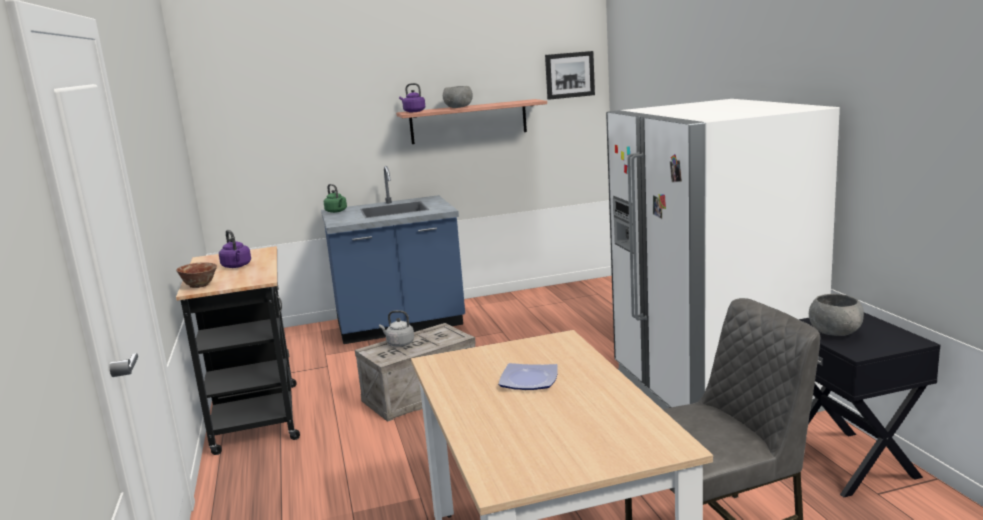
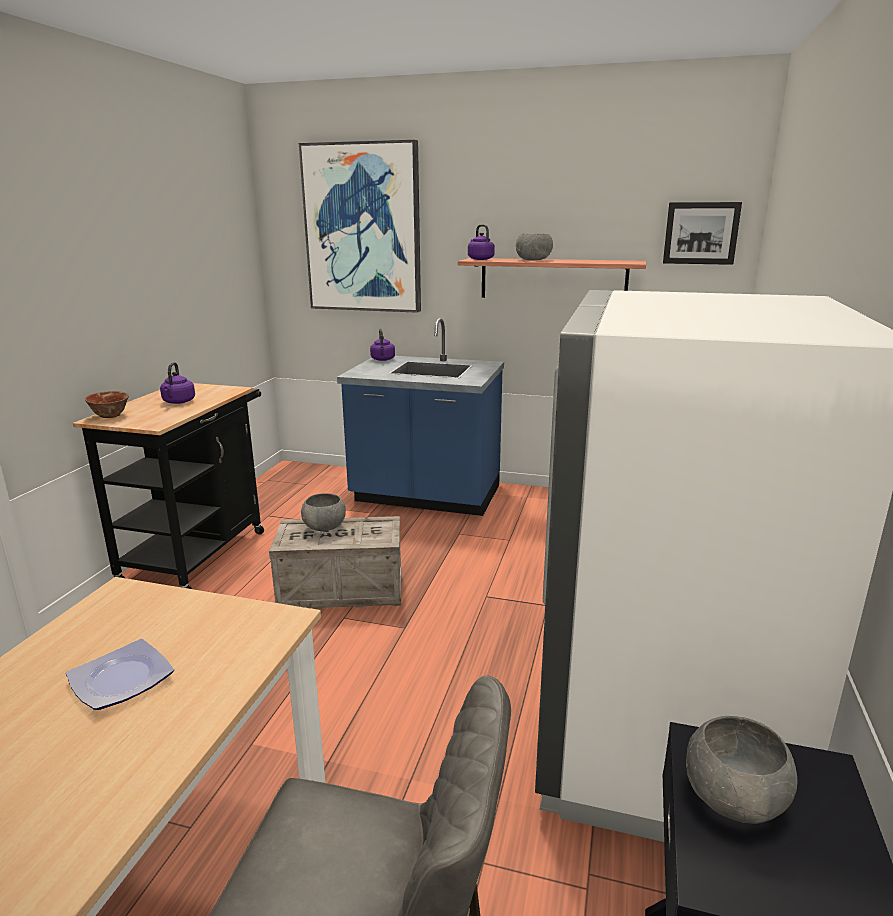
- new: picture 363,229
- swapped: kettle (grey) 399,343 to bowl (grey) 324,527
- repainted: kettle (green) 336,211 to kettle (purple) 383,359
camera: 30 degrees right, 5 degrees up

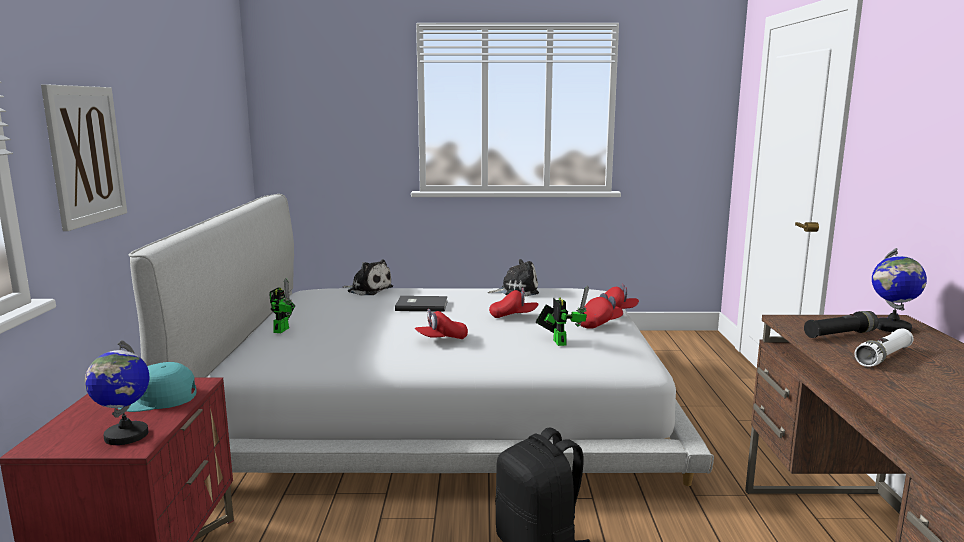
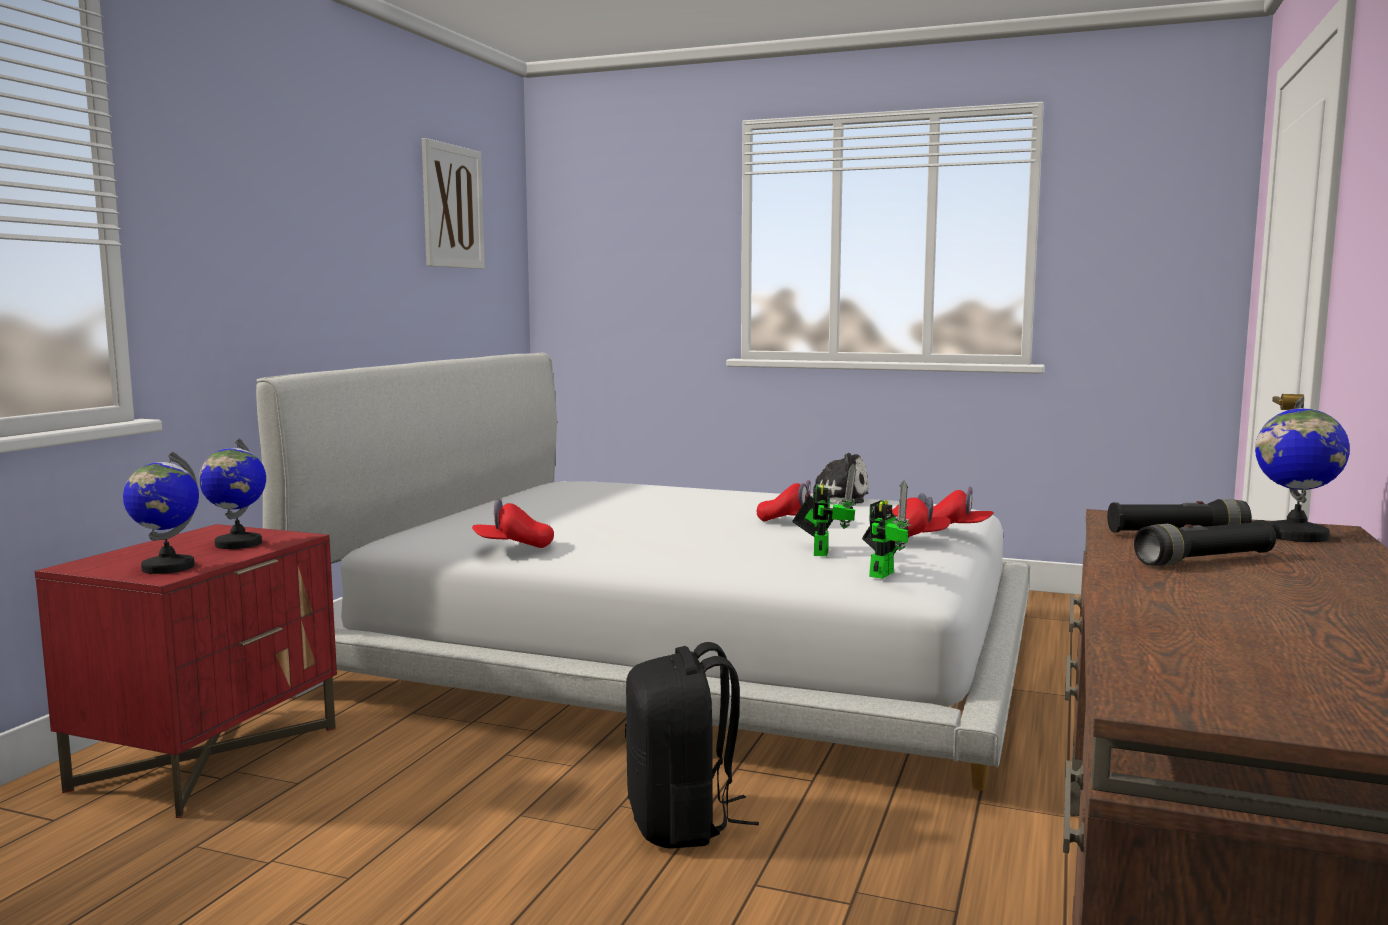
- gone: plush toy 368,290
- gone: book (grey) 421,305
- shifted: picture 86,155 to 452,206
- shifted: toy robot 282,329 to 883,573
- shifted: cap (red) 441,339 to 513,546
- swapped: cap (turquoise) 157,398 to globe 237,544
- repainted: flashlight (white) 883,357 to flashlight (black) 1204,560
camera: 20 degrees right, 5 degrees down

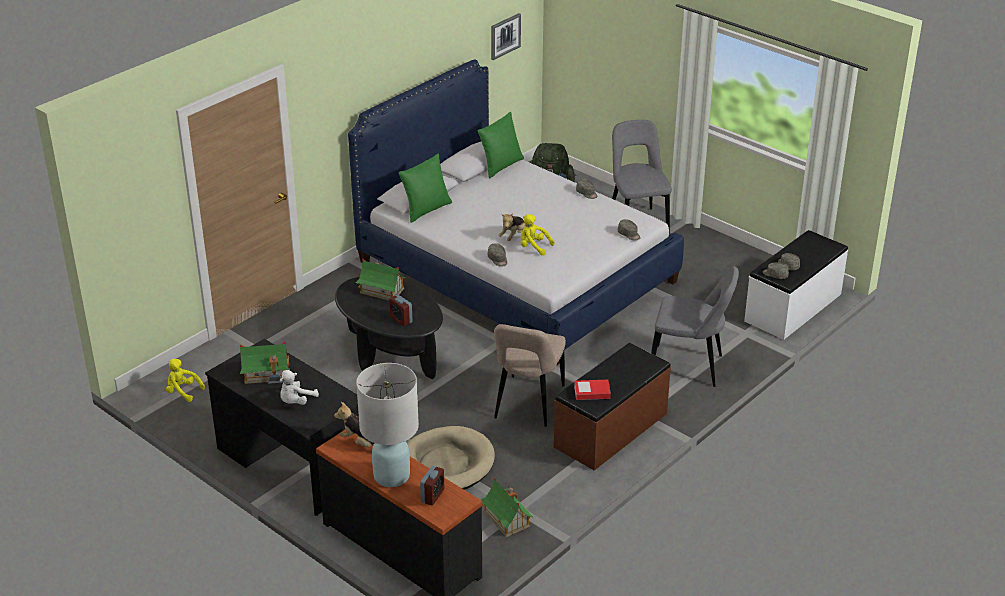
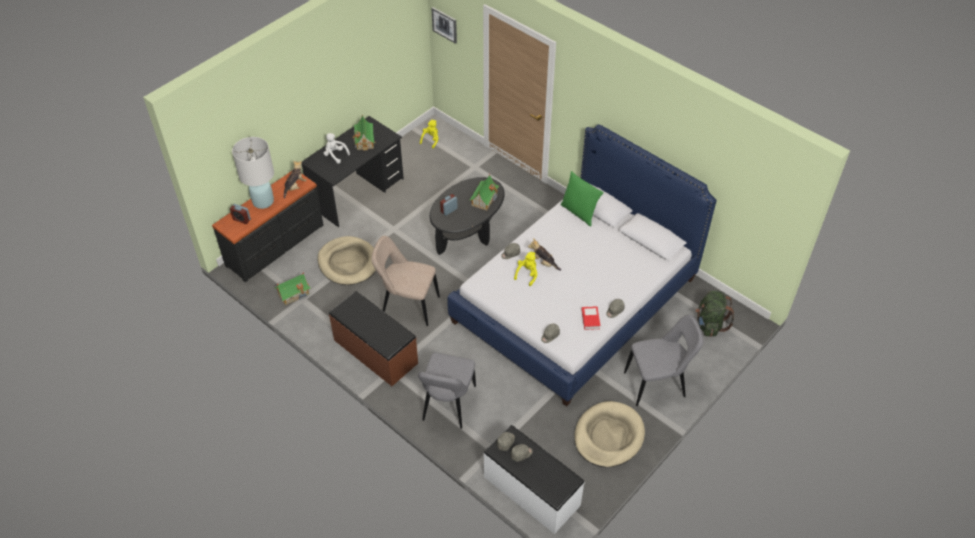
- gone: pillow (green) 501,166
- new: dog bed (beige) 608,436
- shifted: picture 505,36 to 445,24
- shifted: book 592,392 to 590,319
camera: 90 degrees right, 15 degrees up

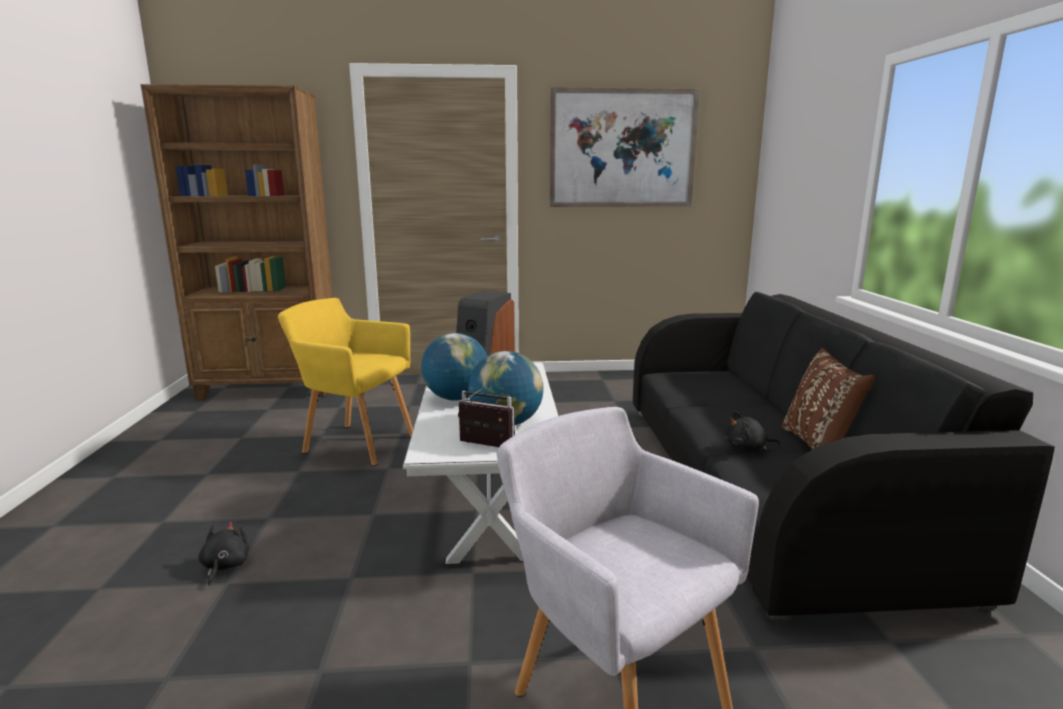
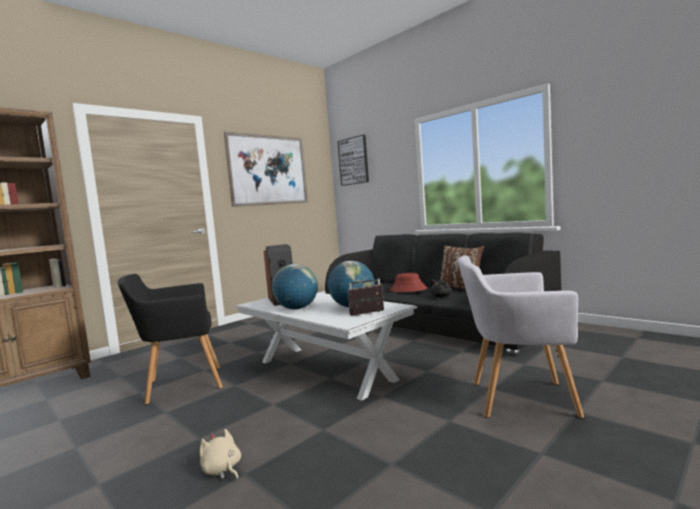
- new: picture 353,161
- new: hat (red) 408,290
- repainted: plush toy (black) 224,566 to plush toy (beige) 222,470
- repainted: armchair (yellow) 355,443 to armchair (black) 180,385
camera: 40 degrees left, 10 degrees down

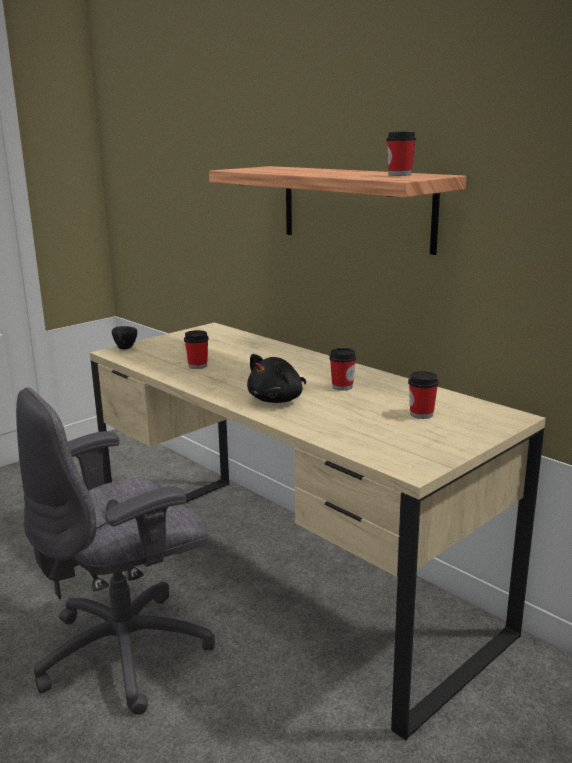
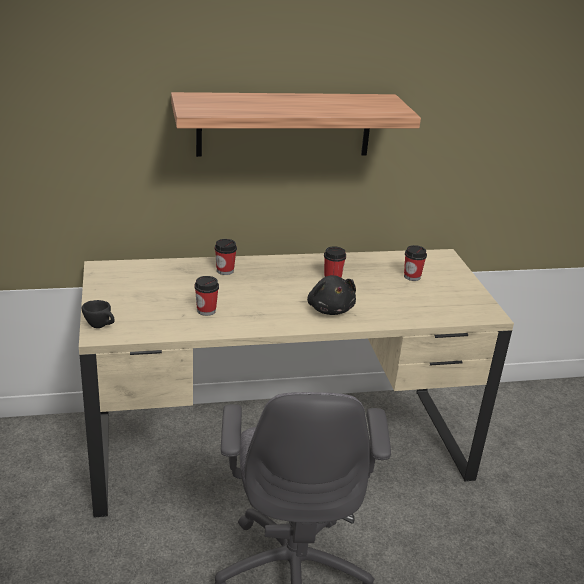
- shifted: cup 400,175 to 225,271
camera: 60 degrees left, 10 degrees up

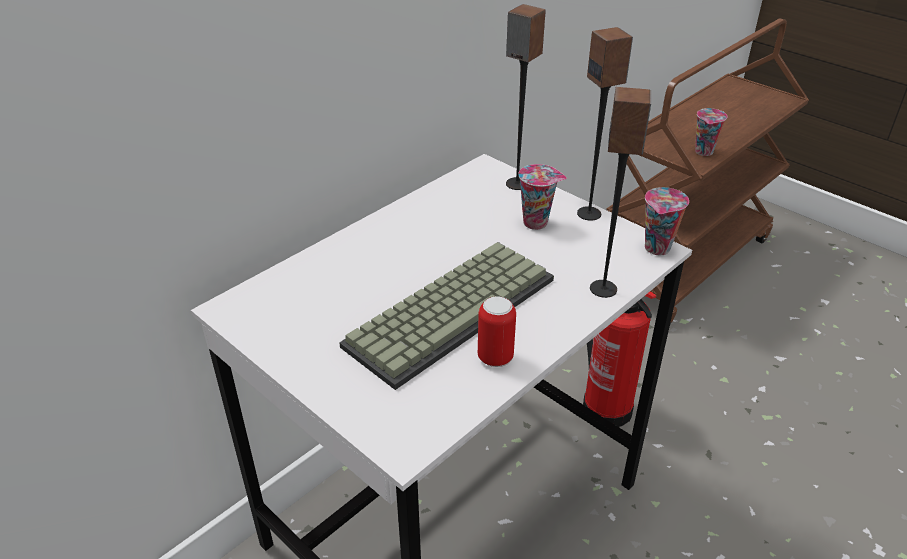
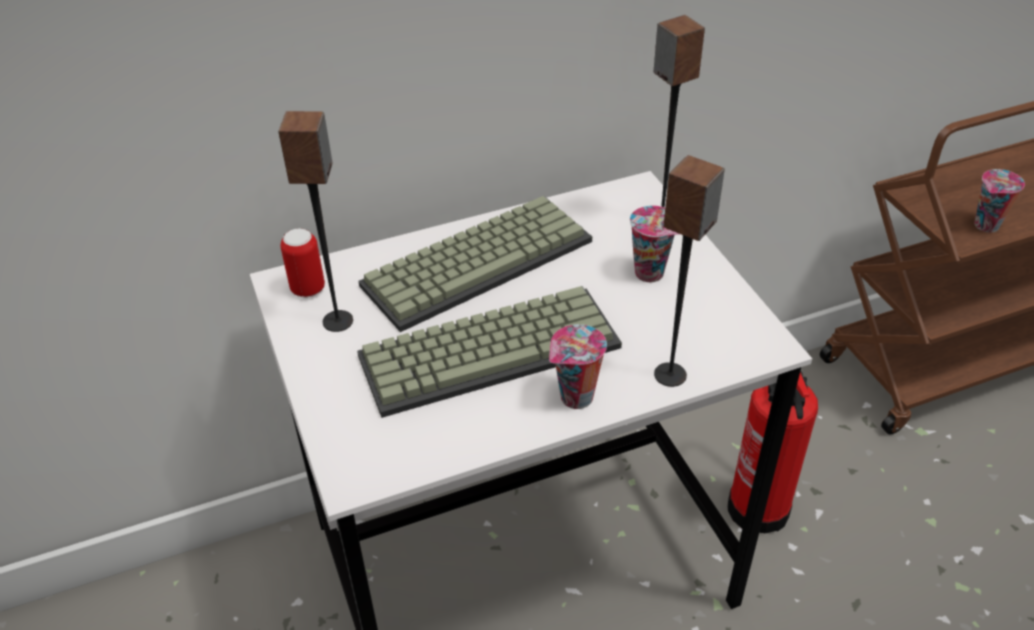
- new: keyboard 478,260
- shifted: can 495,357 to 308,289
- shifted: speaker 589,213 to 338,321
- shifted: cup 657,249 to 575,399
camera: 25 degrees right, 5 degrees up

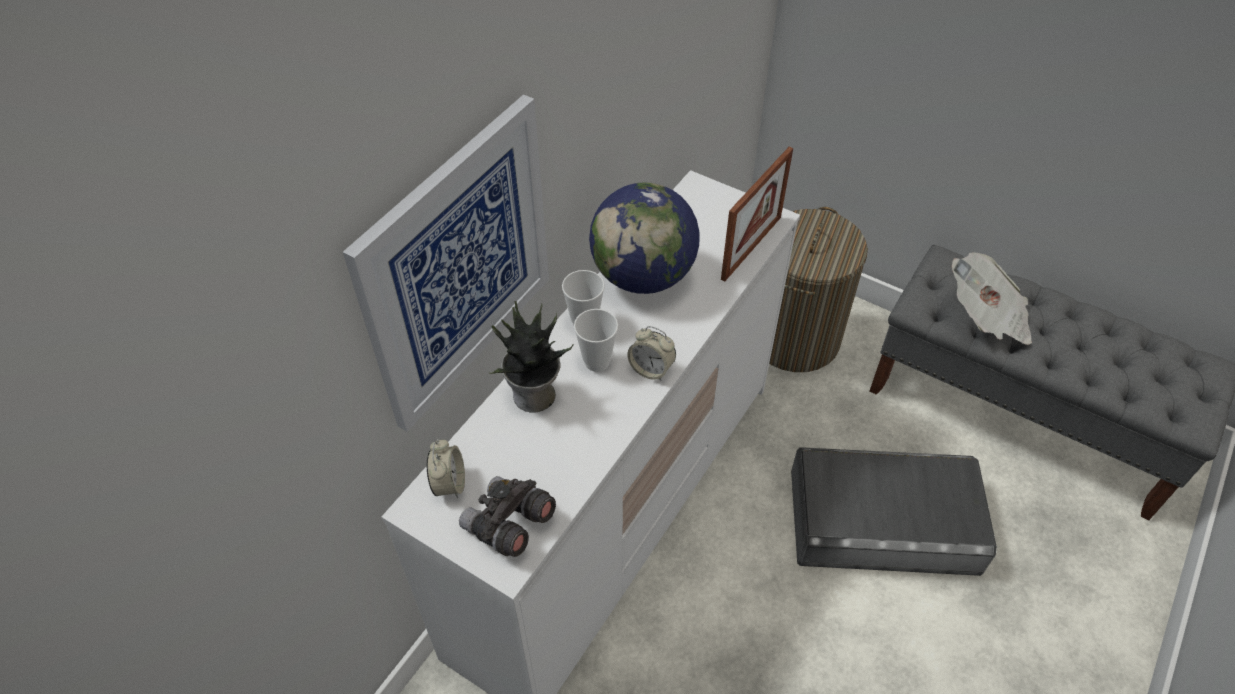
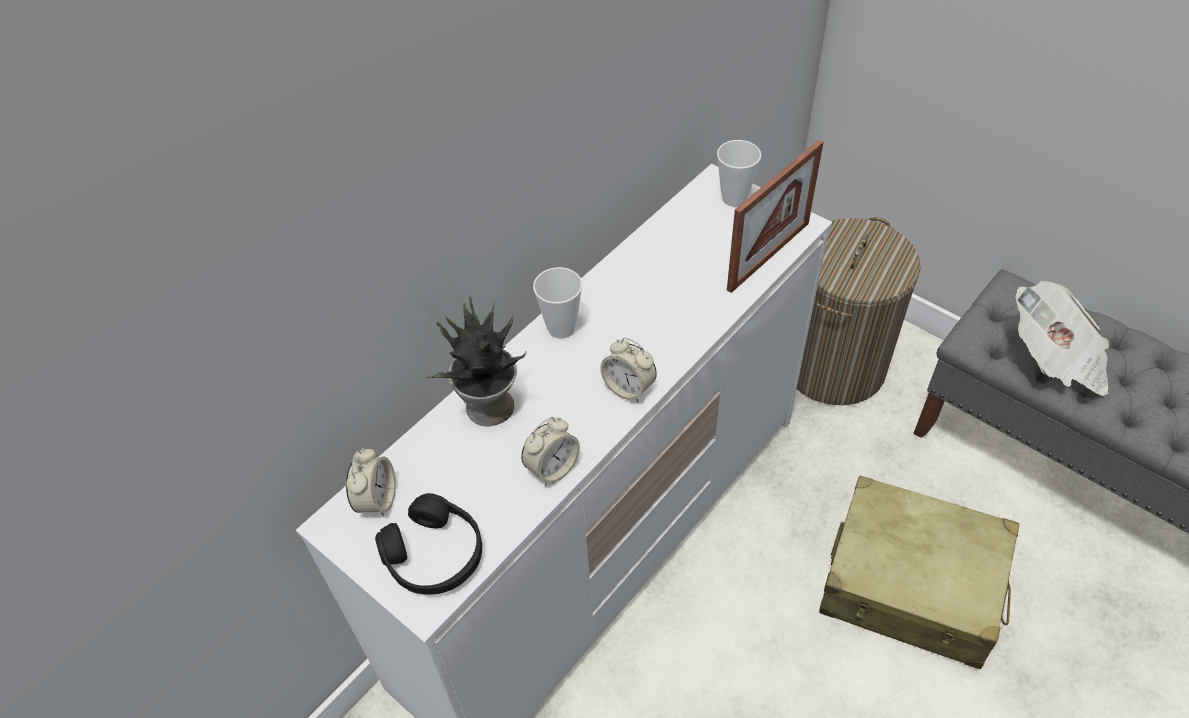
- gone: picture 458,265
- gone: globe 643,276
- new: alarm clock 552,468
- shifted: cup 597,362 to 734,198
- swapped: binoculars (grey) 509,525 to headphones (black) 434,554
- swapped: storage box (grey) 883,520 to suitcase (beige) 911,585
camera: 10 degrees right, 0 degrees up

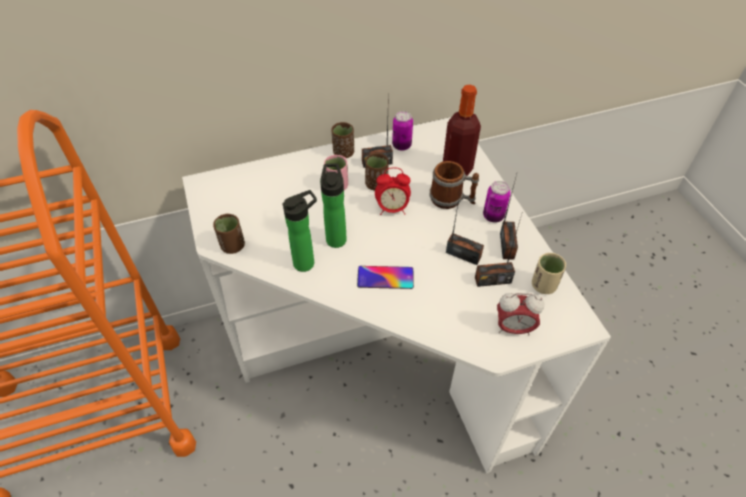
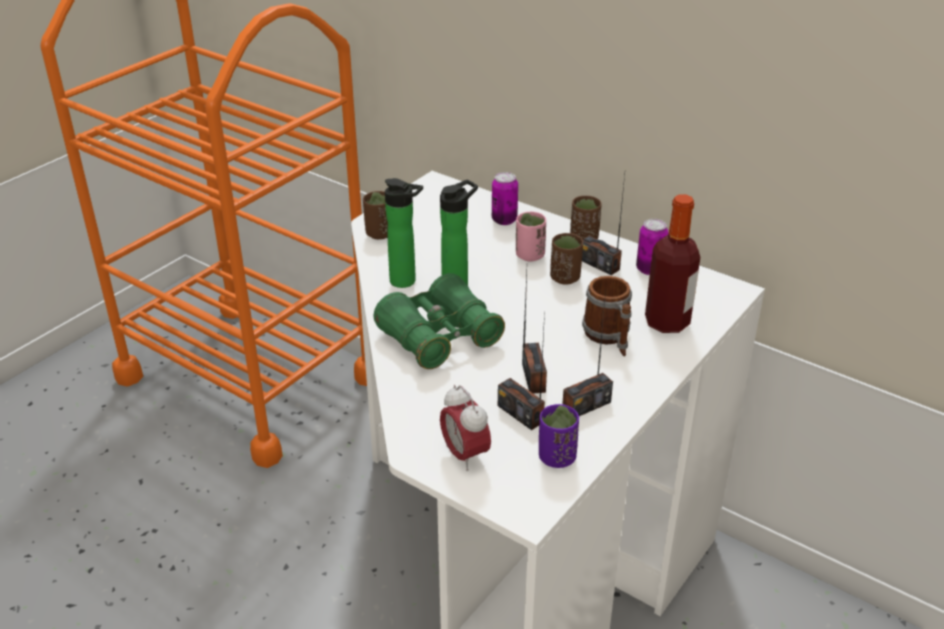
- gone: alarm clock 392,209
- shifted: can 493,216 to 504,220
- swapped: phone 385,277 to binoculars (green) 439,337
- repainted: cup (beige) 543,285 to cup (purple) 556,457
camera: 55 degrees right, 15 degrees down

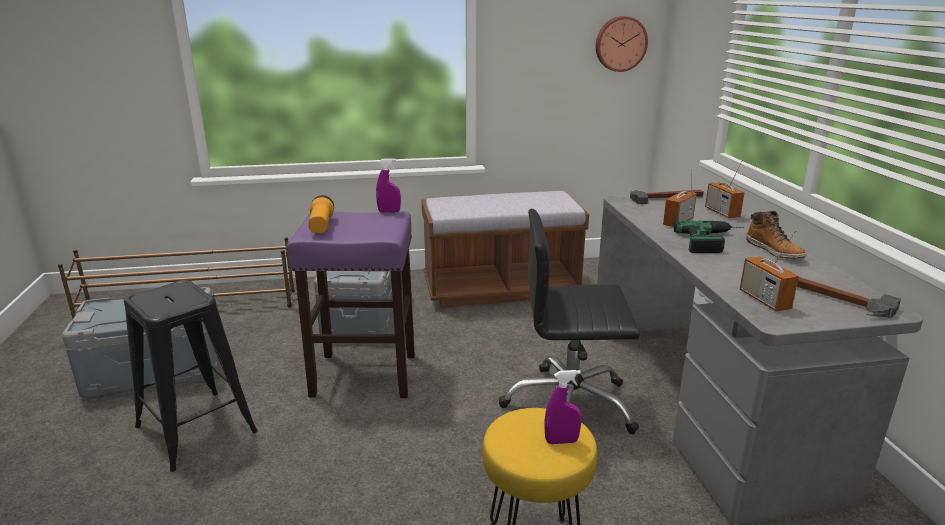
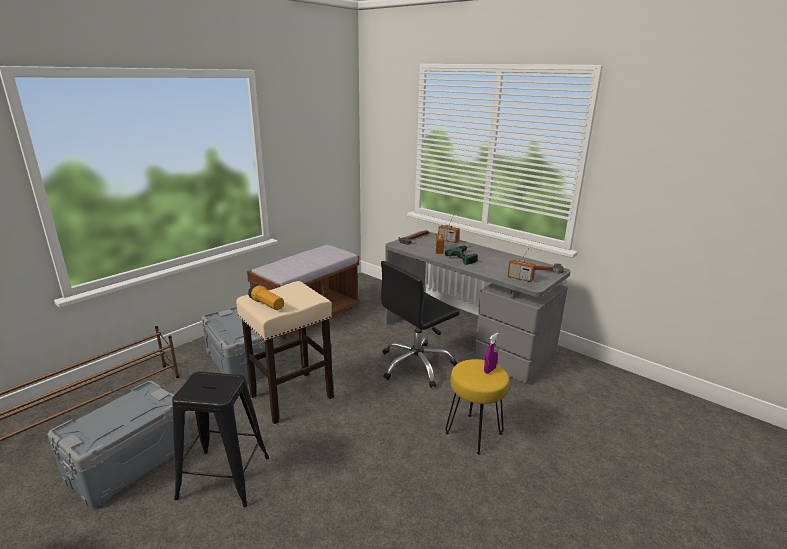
- gone: spray bottle (purple) 389,211
- gone: wall clock 620,44
- gone: boot 774,250
- repainted: stool (purple) 362,375 to stool (beige) 291,397
camera: 40 degrees left, 0 degrees up

